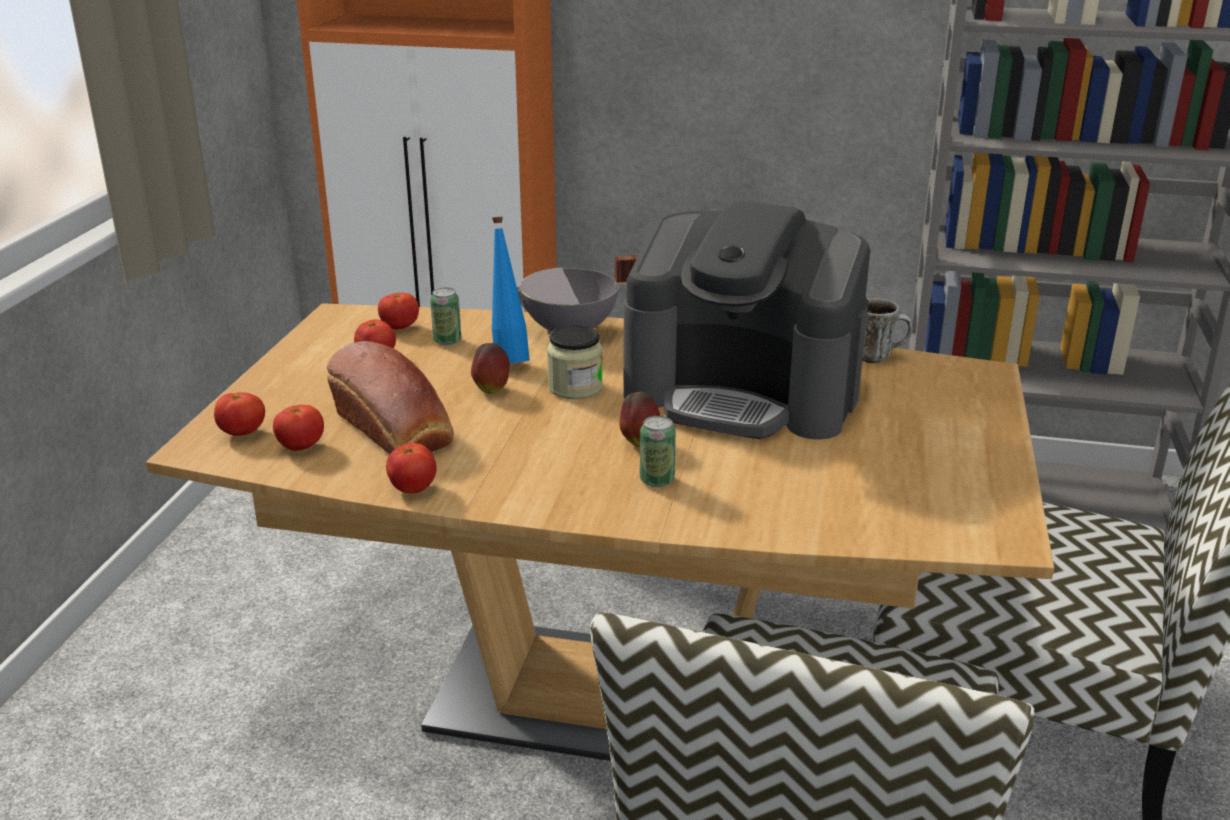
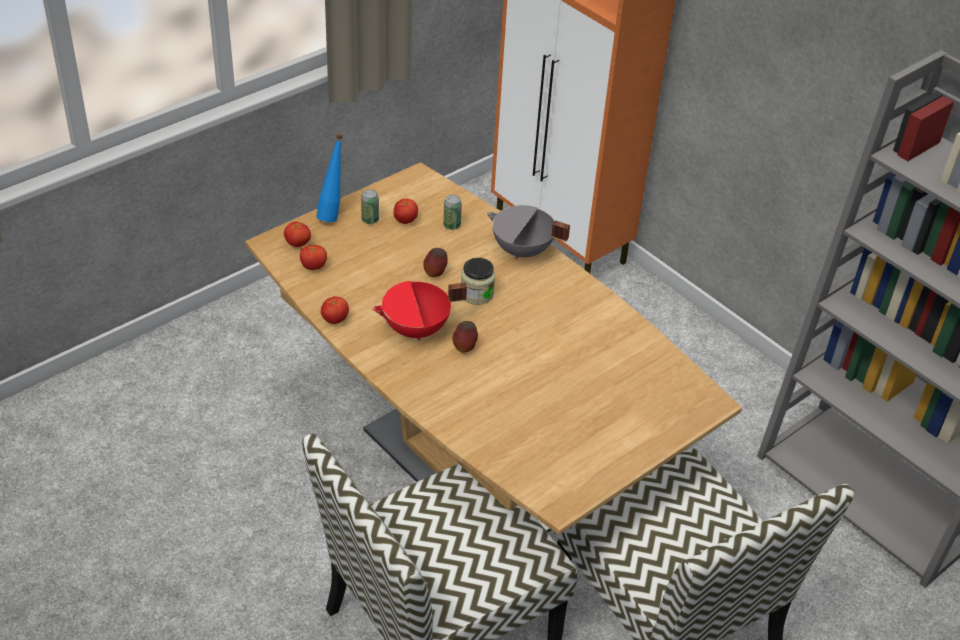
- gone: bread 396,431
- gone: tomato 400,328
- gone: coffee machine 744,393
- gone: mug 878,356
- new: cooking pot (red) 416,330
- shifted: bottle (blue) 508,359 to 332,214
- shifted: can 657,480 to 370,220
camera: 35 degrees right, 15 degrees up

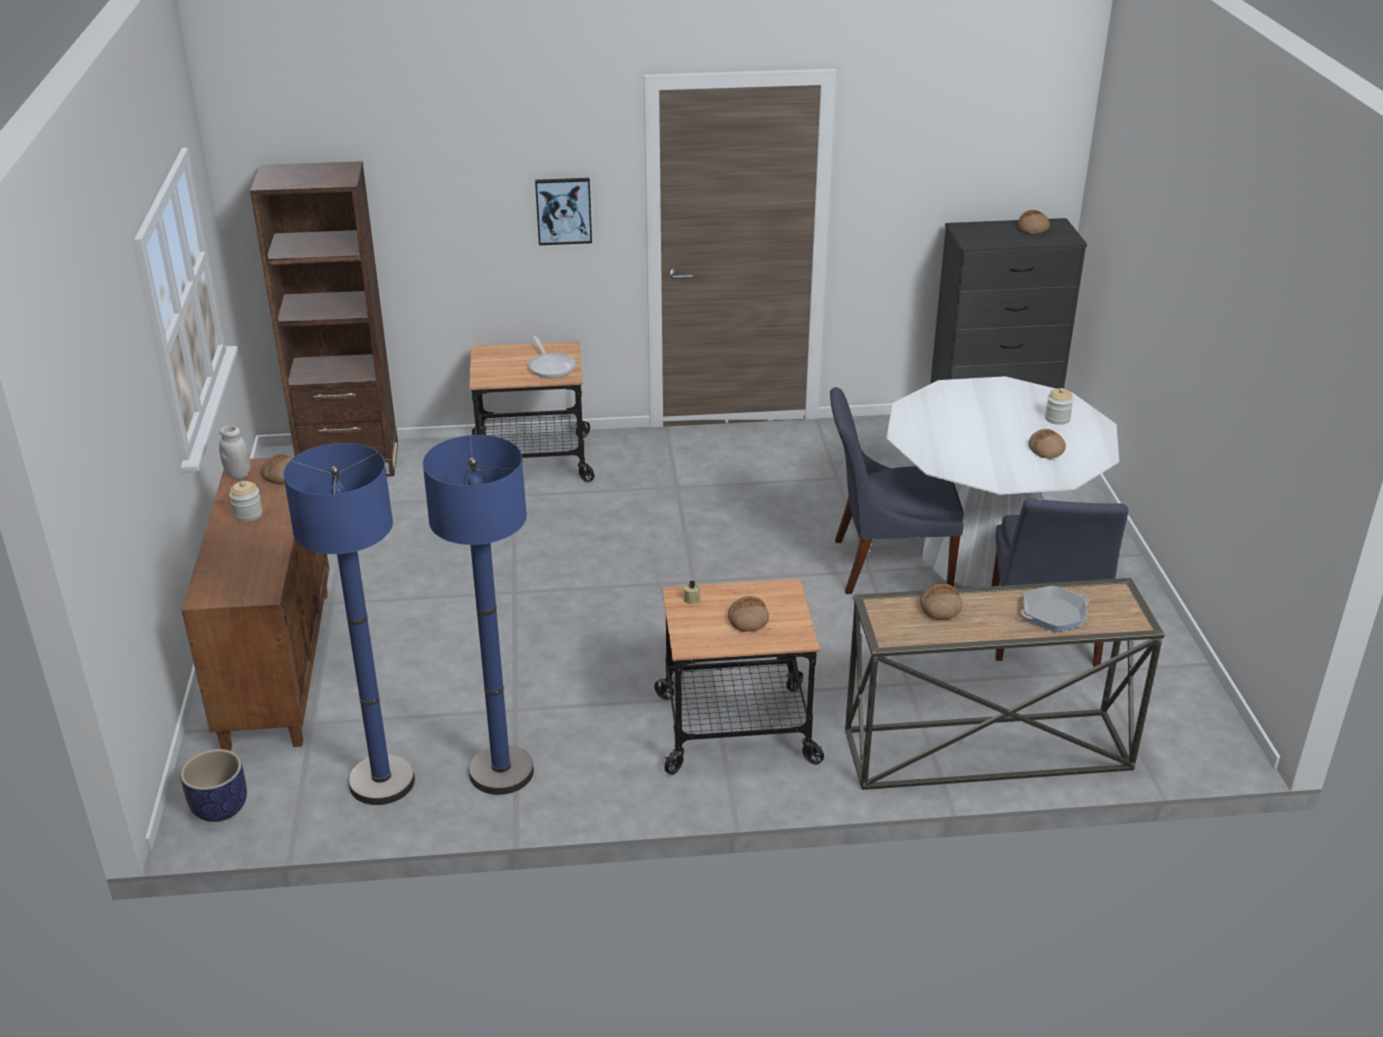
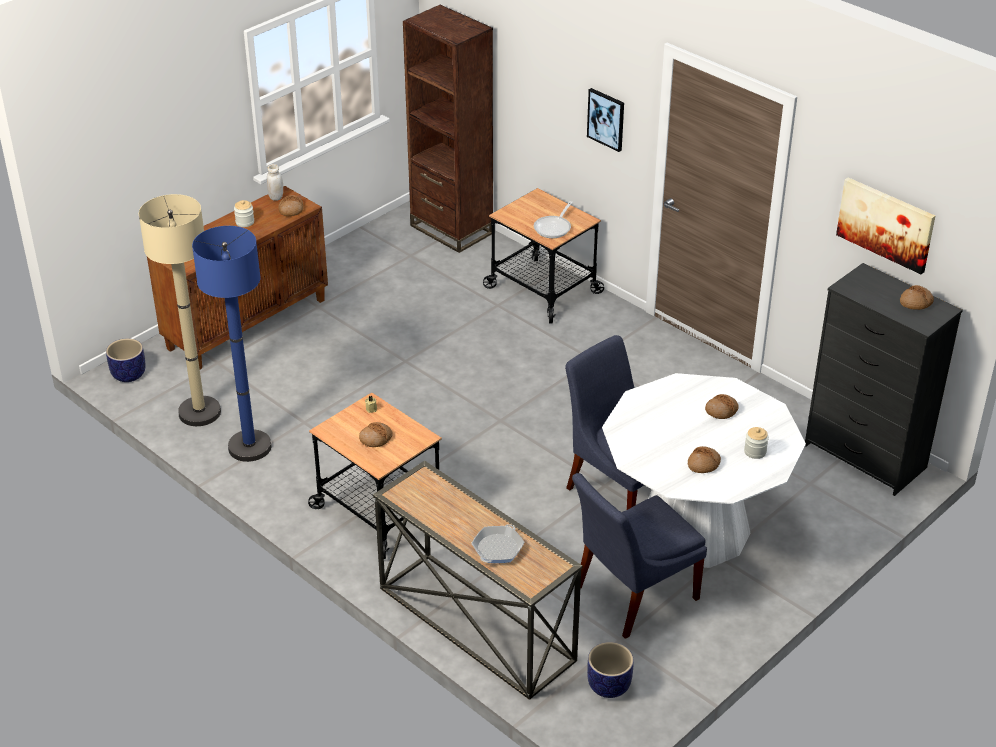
- new: planter 608,686
- new: picture 886,224
- shifted: bread 940,607 to 721,410
- repainted: floor lamp (blue) 382,782 to floor lamp (beige) 199,412
- rotated: frying pan 1054,614 = 497,548 90 degrees clockwise
camera: 50 degrees right, 5 degrees up

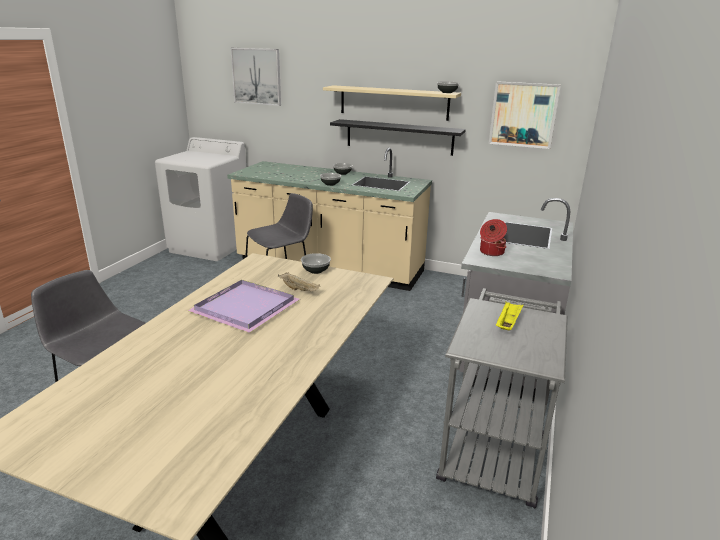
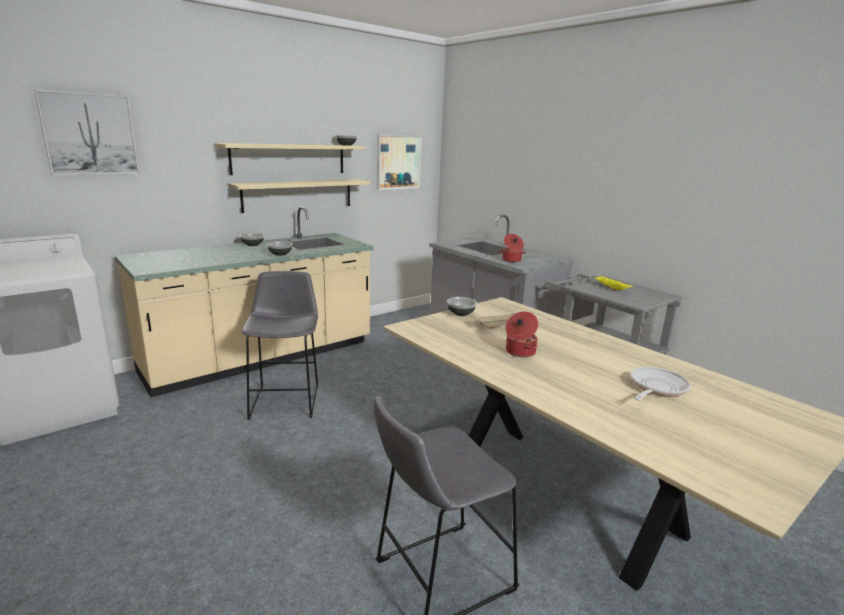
- new: frying pan 656,388
- swapped: tray (purple) 243,308 to cooking pot 519,352
- repainted: shelf (black) 399,137 to shelf (beige) 298,195
camera: 60 degrees left, 5 degrees down

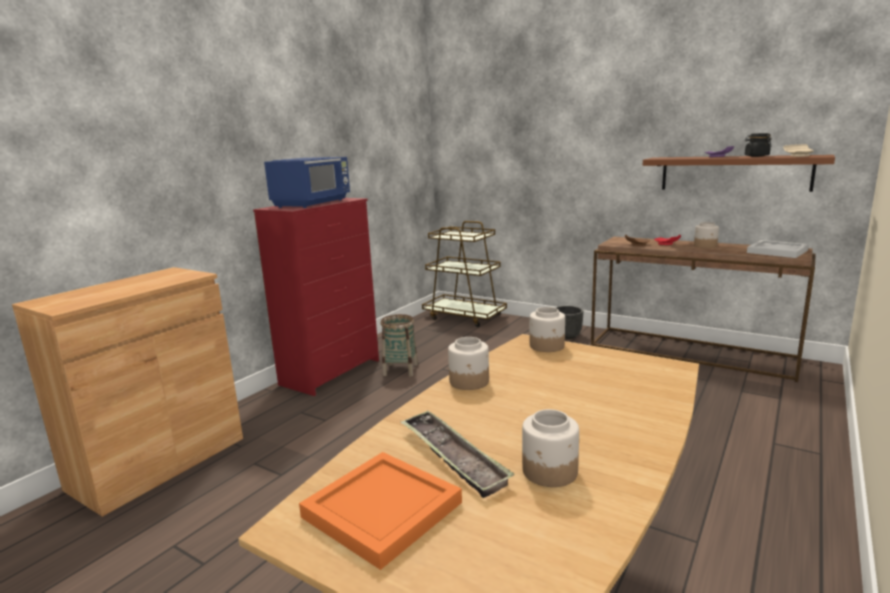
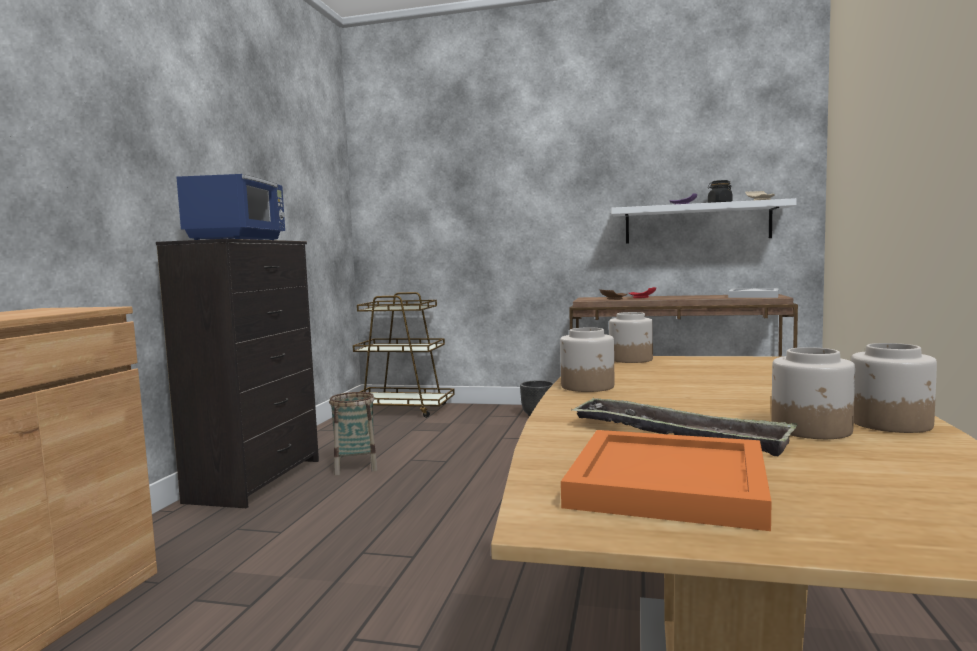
- shifted: jar 705,246 to 891,423
- repainted: dresser (red) 332,372 to dresser (black) 257,480
- repainted: shelf (brown) 734,173 to shelf (white) 697,223
camera: 20 degrees left, 10 degrees down

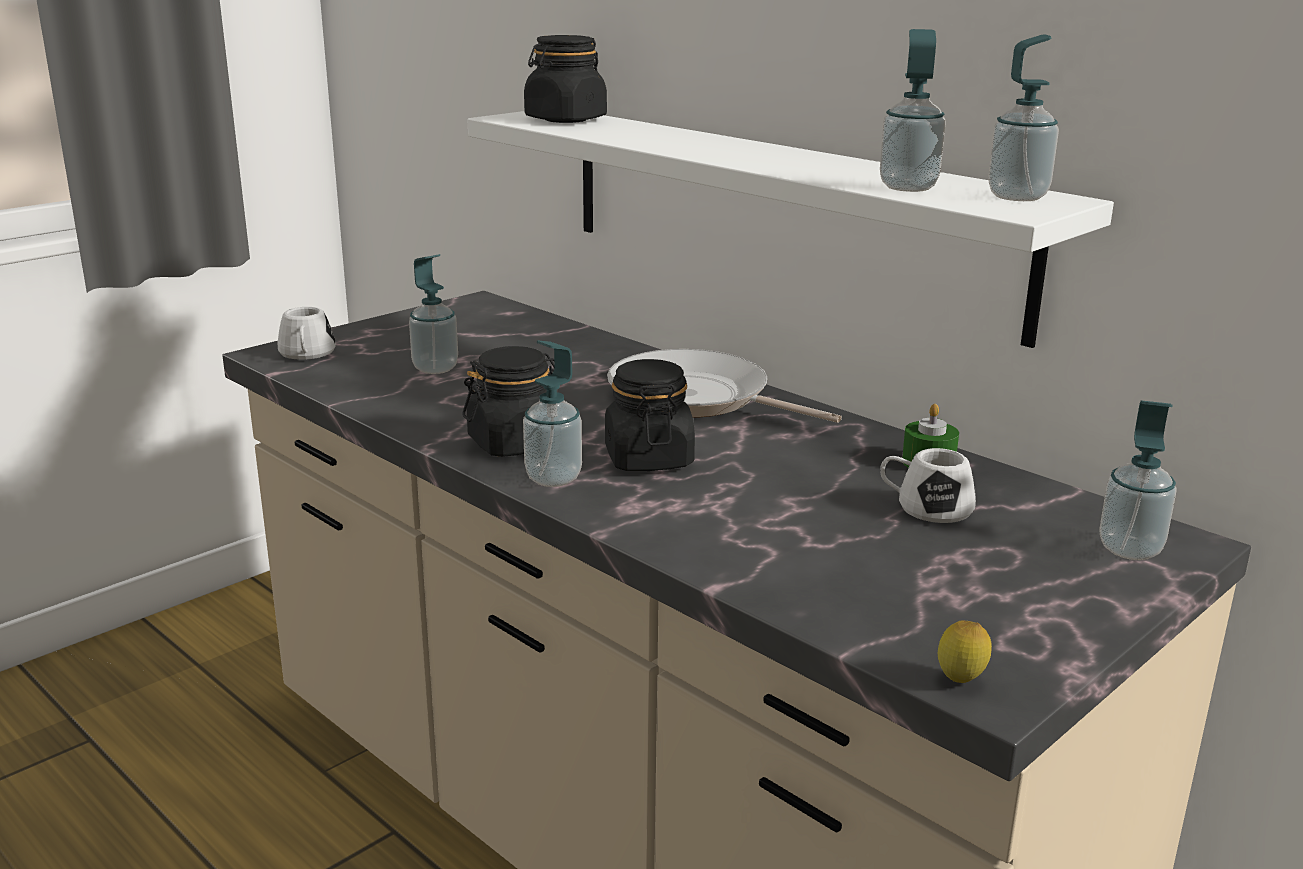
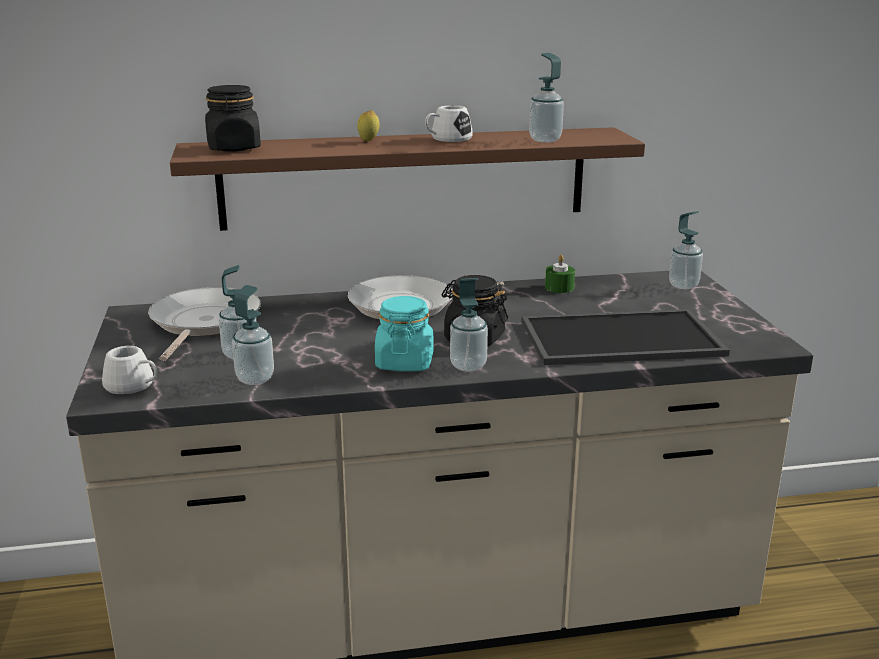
- new: frying pan 203,323
- new: tray 619,339
- shifted: mug (white) 925,507 to 447,139
- shifted: lemon 960,682 to 368,141
- shifted: soap dispenser 1017,196 to 255,379
- repainted: jar (black) 515,443 to jar (turquoise) 404,362
- repainted: shelf (white) 781,214 to shelf (brown) 405,178
camera: 55 degrees left, 0 degrees up

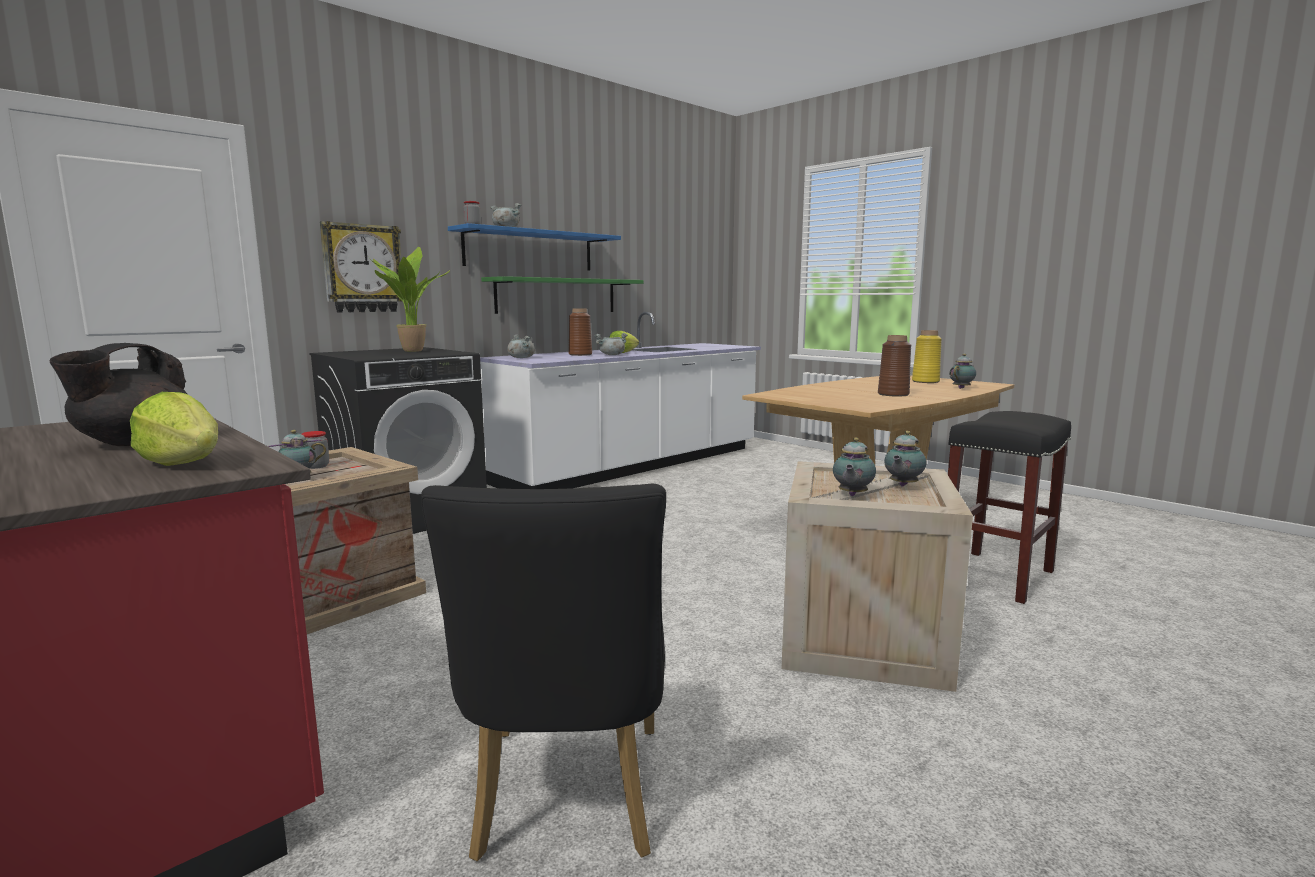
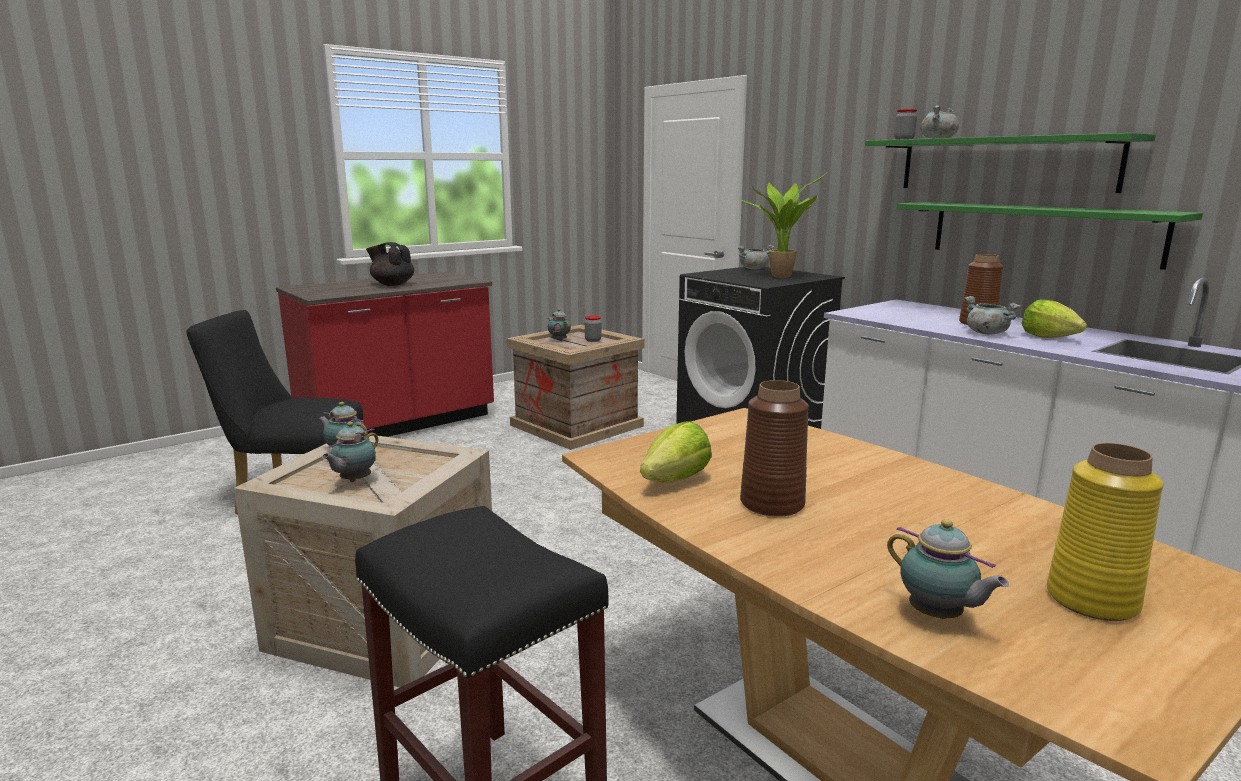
- gone: wall clock 362,268
- shifted: lettuce 184,463 to 675,480
- shifted: cooking pot (grey) 521,358 to 754,269
- repainted: shelf (blue) 530,250 to shelf (green) 1004,164
- rotated: teapot 902,485 = 354,480 105 degrees counterclockwise
camera: 95 degrees right, 5 degrees up

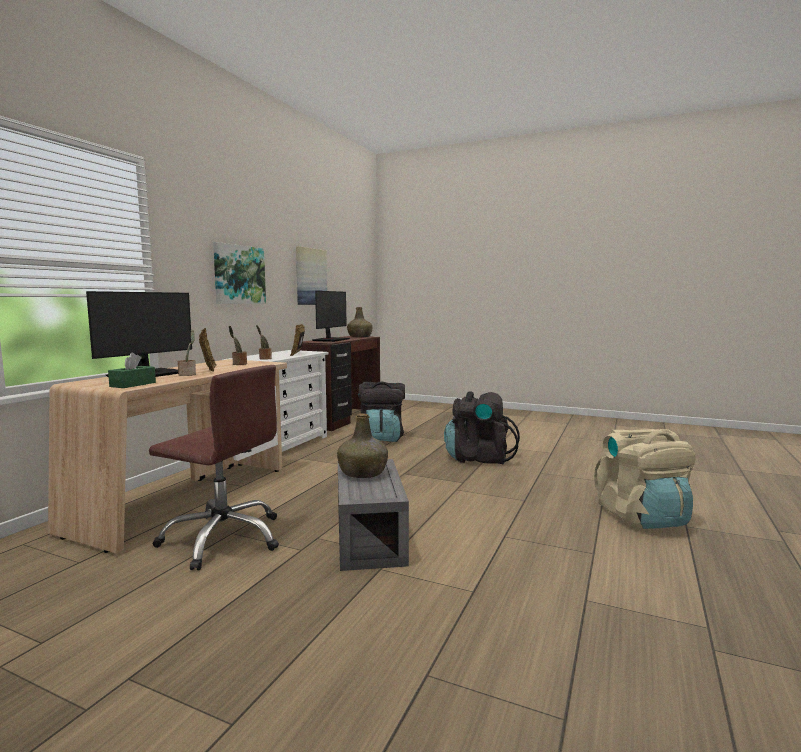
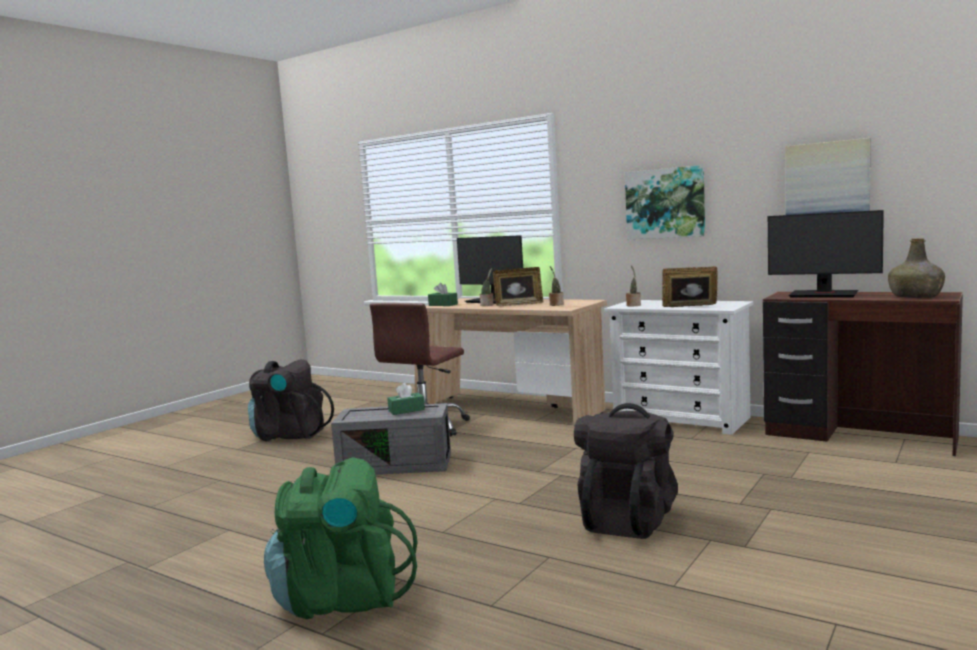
- shifted: backpack (black) 382,438 to 289,435
- swapped: bottle (green) 363,473 to tissue box (green) 406,410
- repainted: backpack (beige) 642,517 to backpack (green) 342,597
camera: 100 degrees right, 0 degrees up

